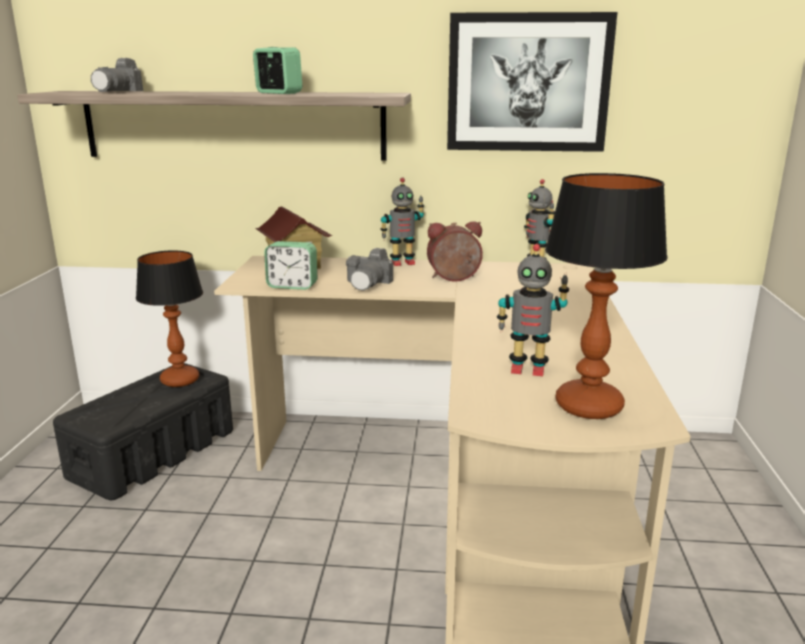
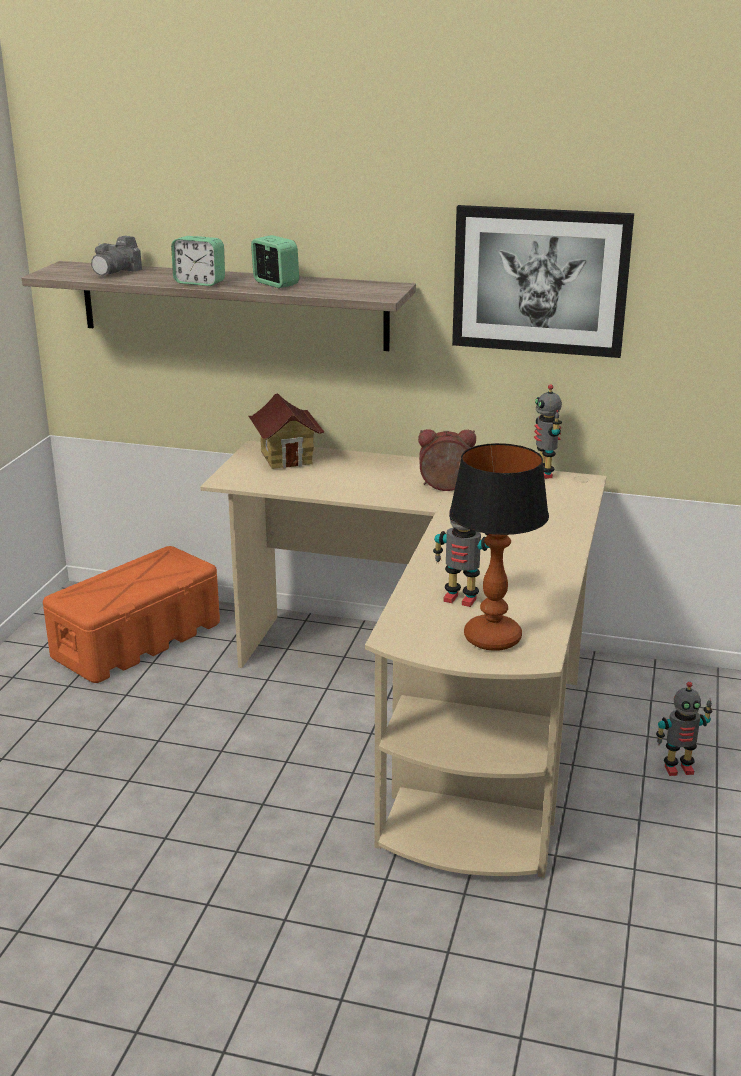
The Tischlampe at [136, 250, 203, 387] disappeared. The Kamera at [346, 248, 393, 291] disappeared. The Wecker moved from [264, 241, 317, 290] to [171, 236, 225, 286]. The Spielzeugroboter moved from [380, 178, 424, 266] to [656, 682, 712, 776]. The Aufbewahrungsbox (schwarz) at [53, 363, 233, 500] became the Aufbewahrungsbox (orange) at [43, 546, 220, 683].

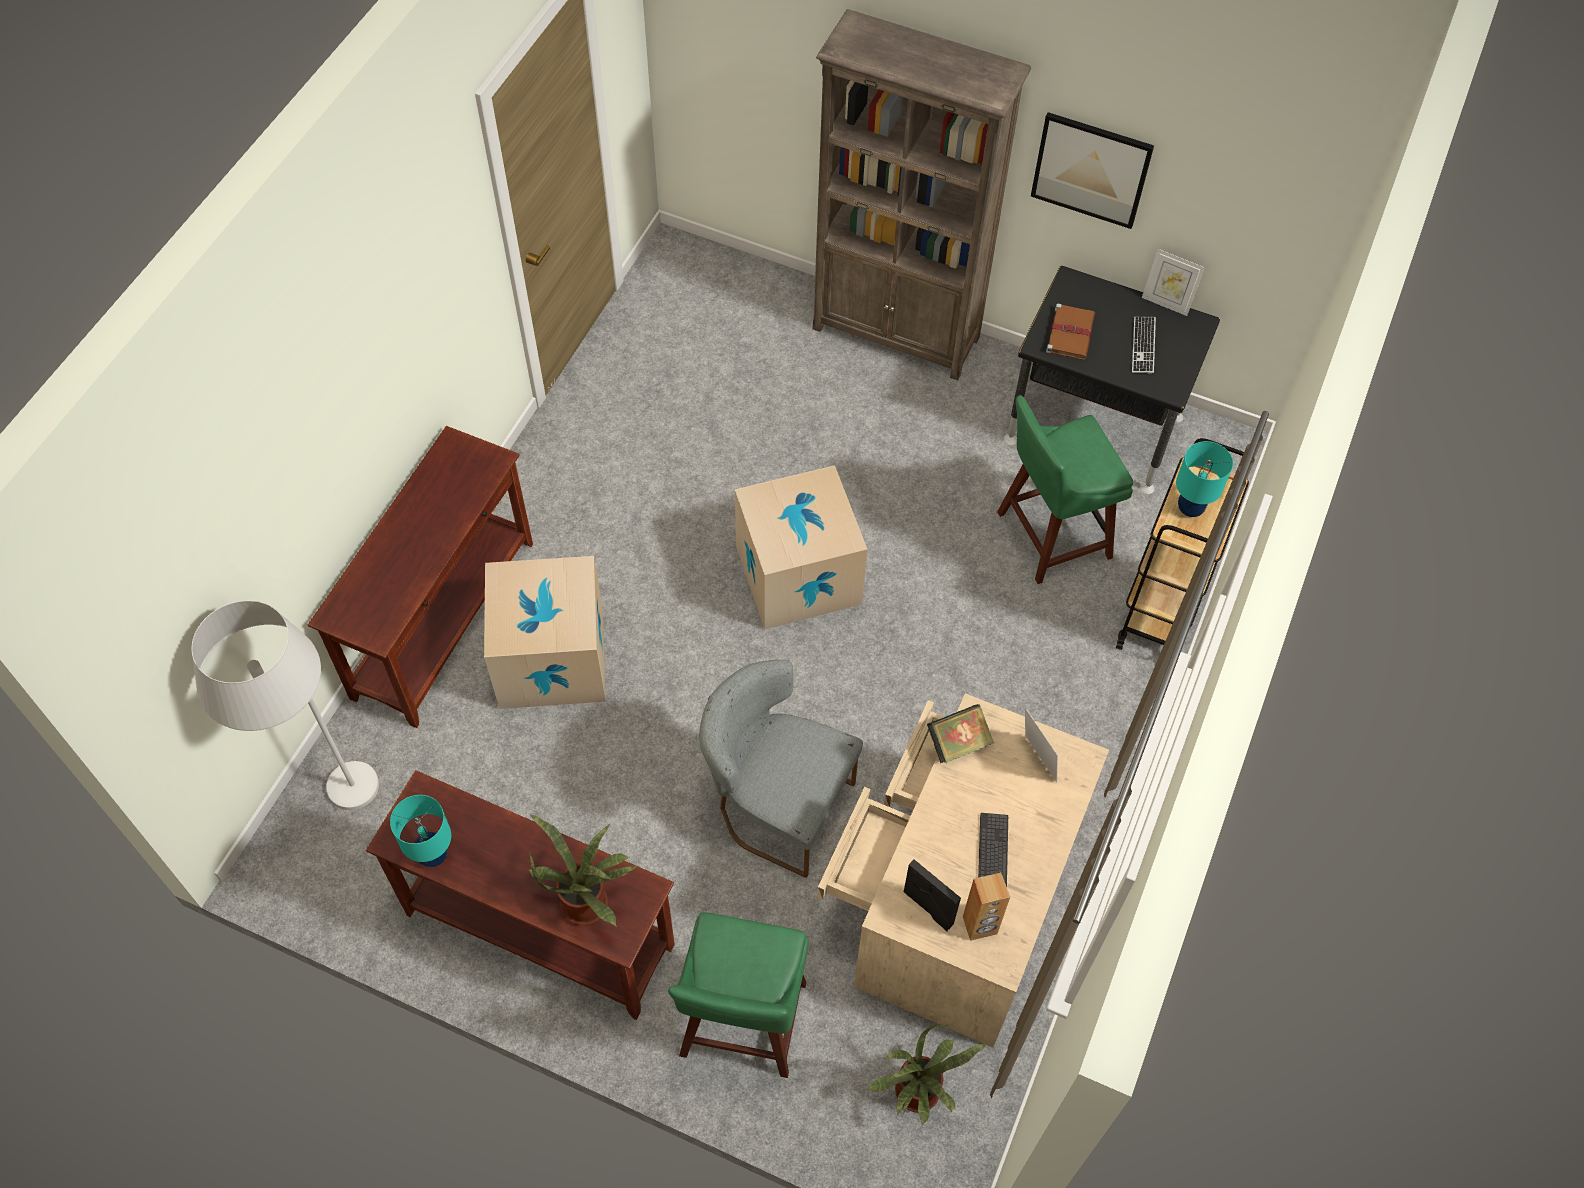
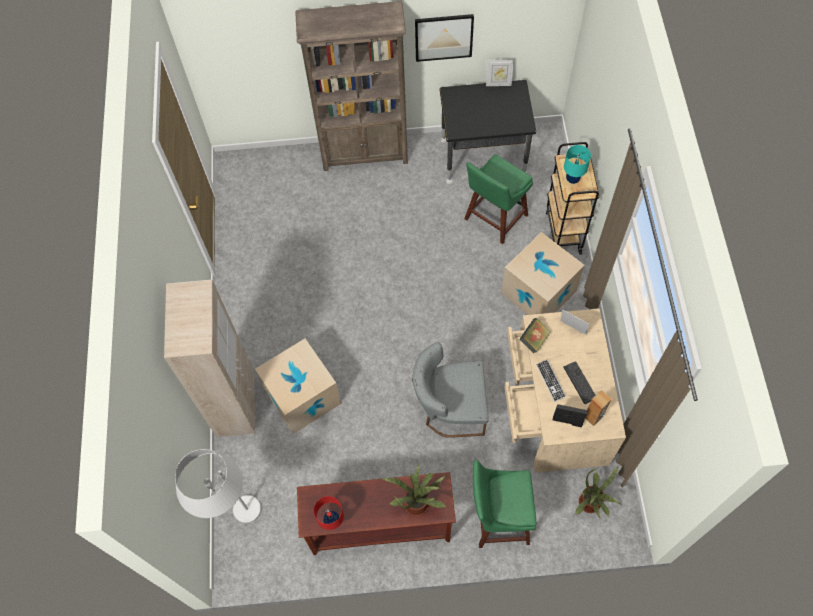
The Buch (braun) at [1046, 304, 1096, 360] disappeared. The Karton moved from [735, 465, 868, 630] to [501, 232, 584, 315]. The Tastatur moved from [1132, 317, 1156, 373] to [536, 359, 566, 402]. The Konsolentisch (braun) at [308, 426, 533, 728] was replaced by the Schrank (beige) at [164, 280, 255, 437]. The Tischlampe (türkis) at [390, 795, 451, 867] became the Tischlampe (rot) at [314, 496, 344, 530]. The Stuhl (grün) at [668, 912, 809, 1078] turned 105 degrees clockwise.

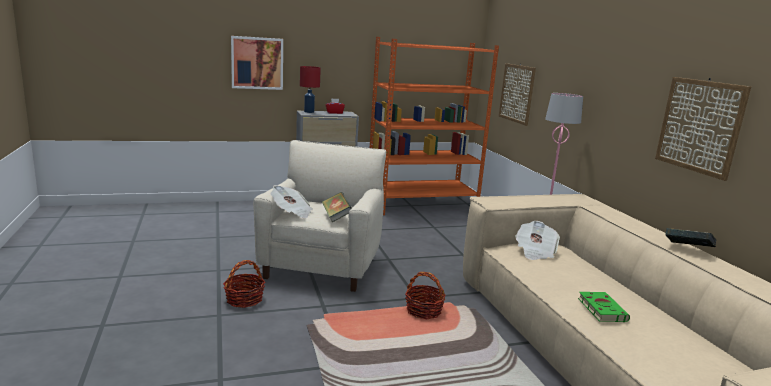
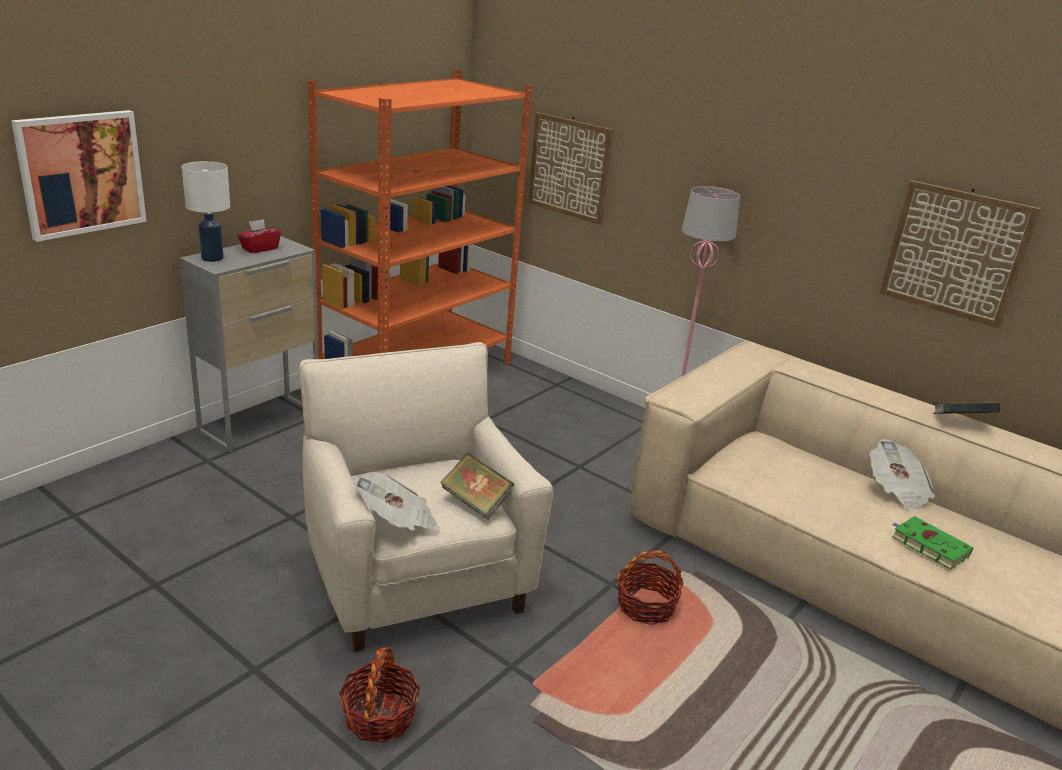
The Zeitung moved from [515, 221, 560, 260] to [869, 439, 935, 511]. The Tischlampe (rot) at [300, 66, 321, 113] became the Tischlampe (weiß) at [182, 161, 230, 262].

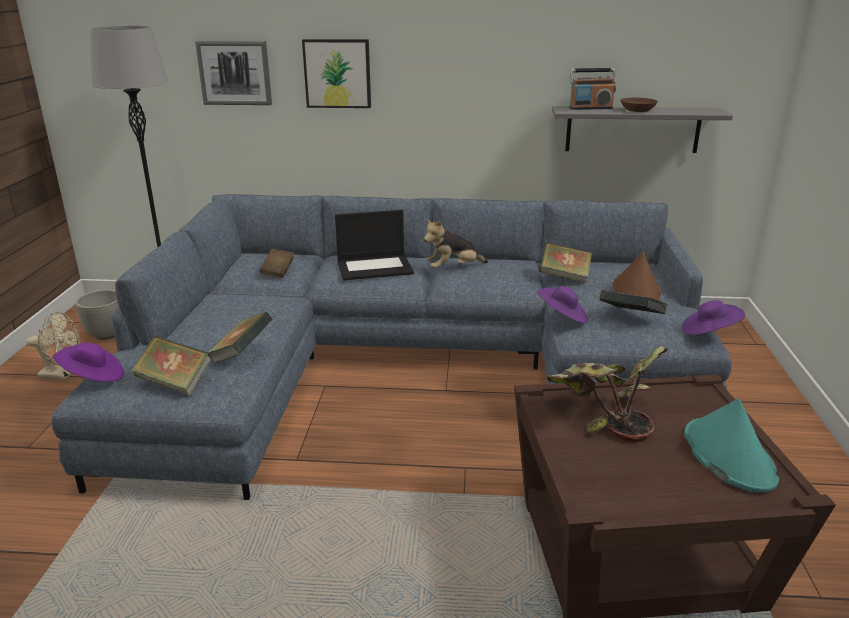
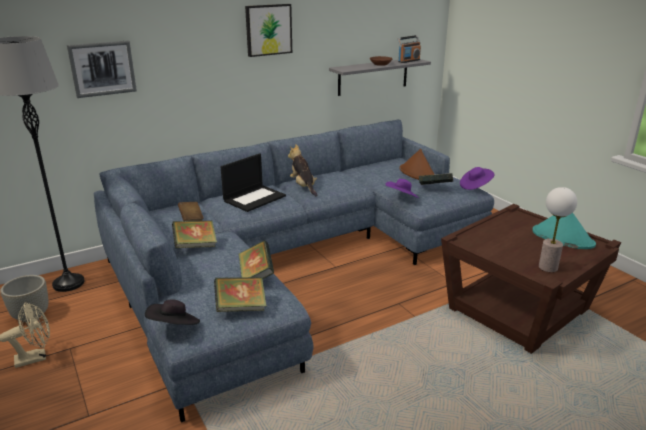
The Topfpflanze at [546, 347, 668, 442] disappeared. The Tischlampe at [539, 187, 577, 272] appeared. The Bild moved from [302, 39, 371, 108] to [245, 4, 292, 57]. The Buch moved from [539, 242, 592, 283] to [172, 220, 217, 248]. The Radio moved from [569, 68, 616, 110] to [397, 35, 421, 63]. The Hut (lila) at [53, 343, 124, 382] became the Hut (schwarz) at [145, 299, 200, 325]. The Plüschtier at [424, 220, 489, 268] turned 120 degrees clockwise.

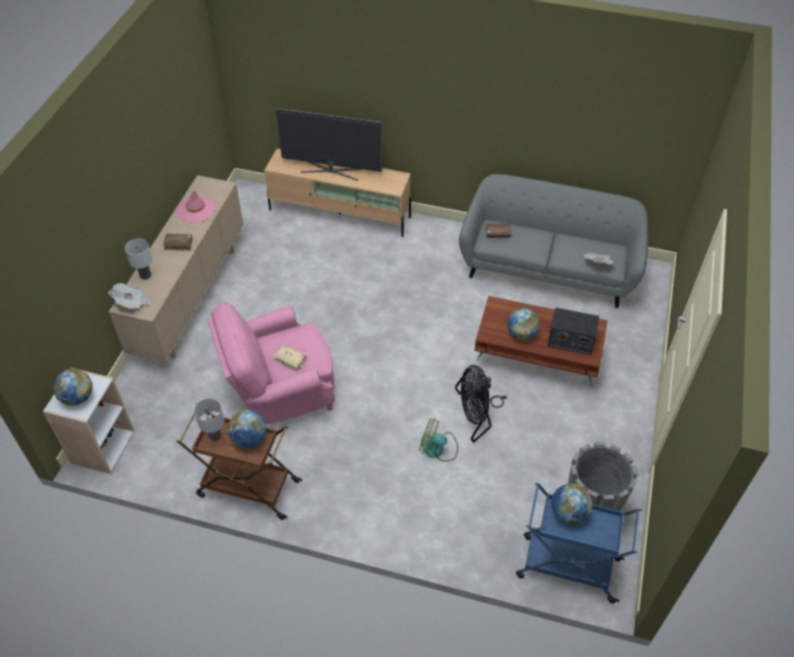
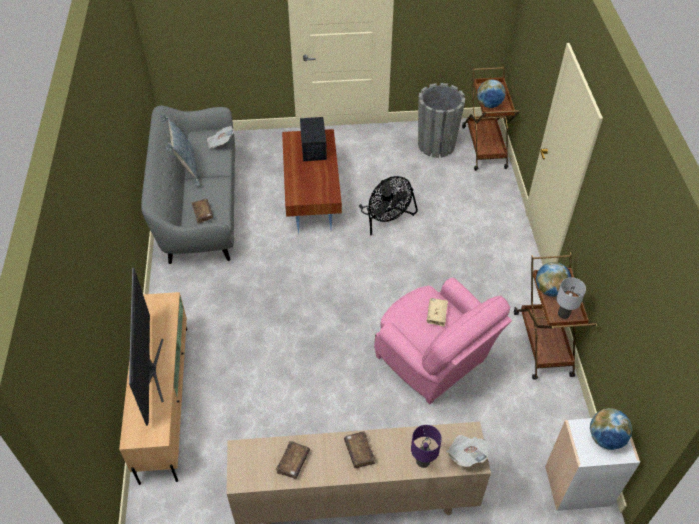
The Ventilator at [419, 417, 458, 461] disappeared. The Globus at [507, 308, 540, 340] disappeared. The Kissen at [161, 113, 200, 186] appeared. The Hut (rosa) at [177, 190, 215, 223] was replaced by the Buch (braun) at [276, 441, 310, 479]. The Tischlampe (weiß) at [125, 238, 152, 280] became the Tischlampe (lila) at [411, 425, 442, 468]. The Rollwagen (blau) at [516, 482, 642, 604] became the Rollwagen (braun) at [462, 65, 521, 171].

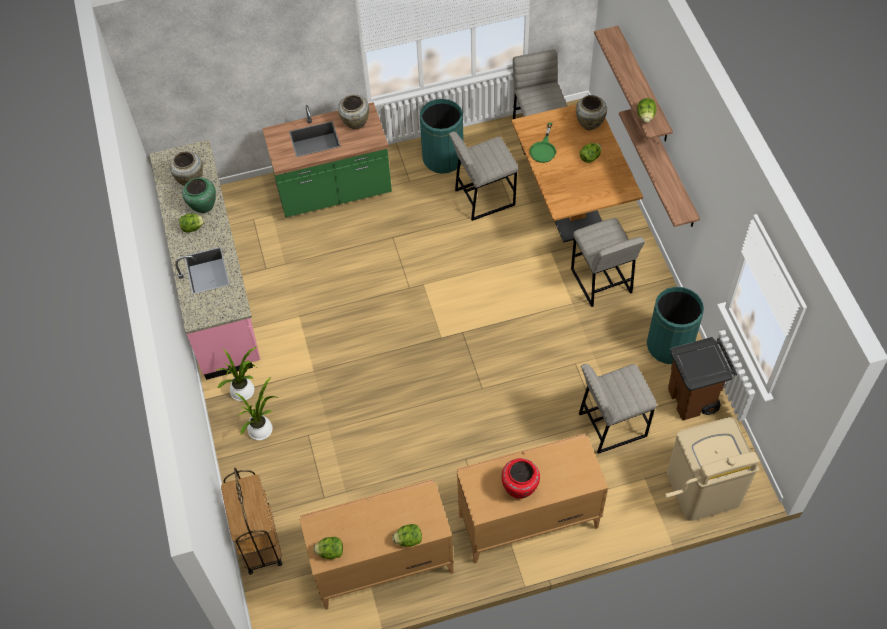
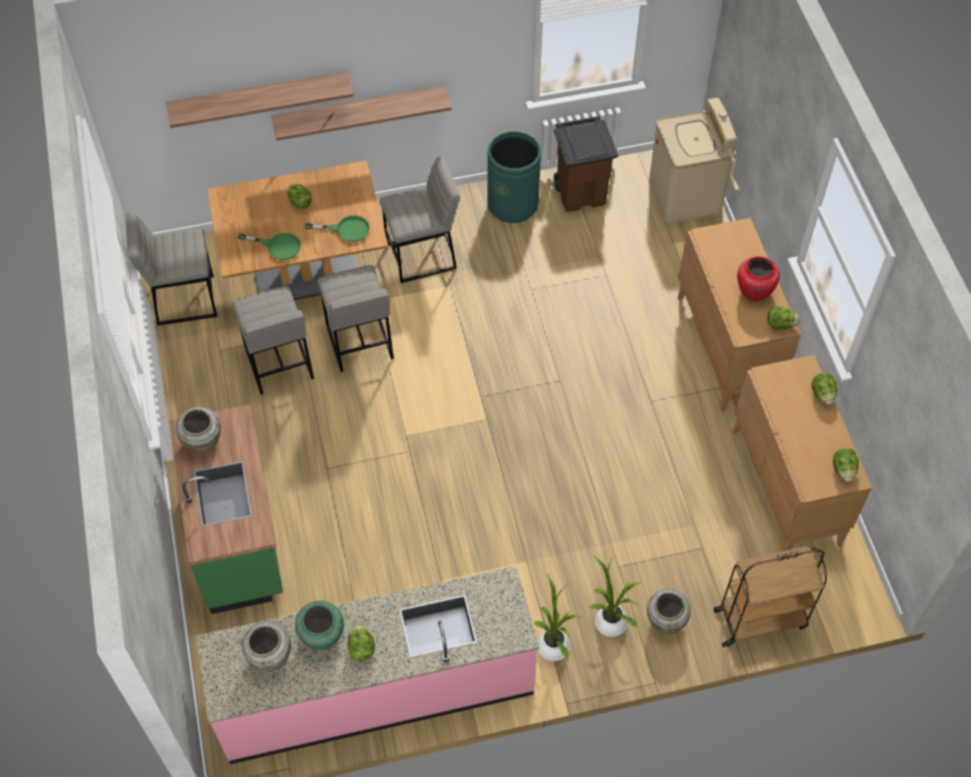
The Mülleimer (grün) at [420, 99, 464, 174] disappeared. The Pfanne (grün) at [304, 215, 370, 242] appeared. The Vase (beige) moved from [576, 95, 607, 130] to [647, 589, 691, 634]. The Stuhl (grau) moved from [579, 364, 657, 454] to [318, 265, 394, 372]. The Salatkopf moved from [637, 98, 657, 123] to [768, 306, 800, 330].

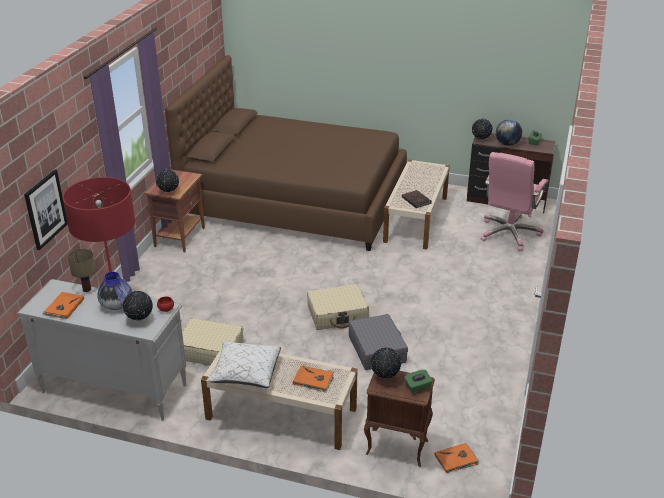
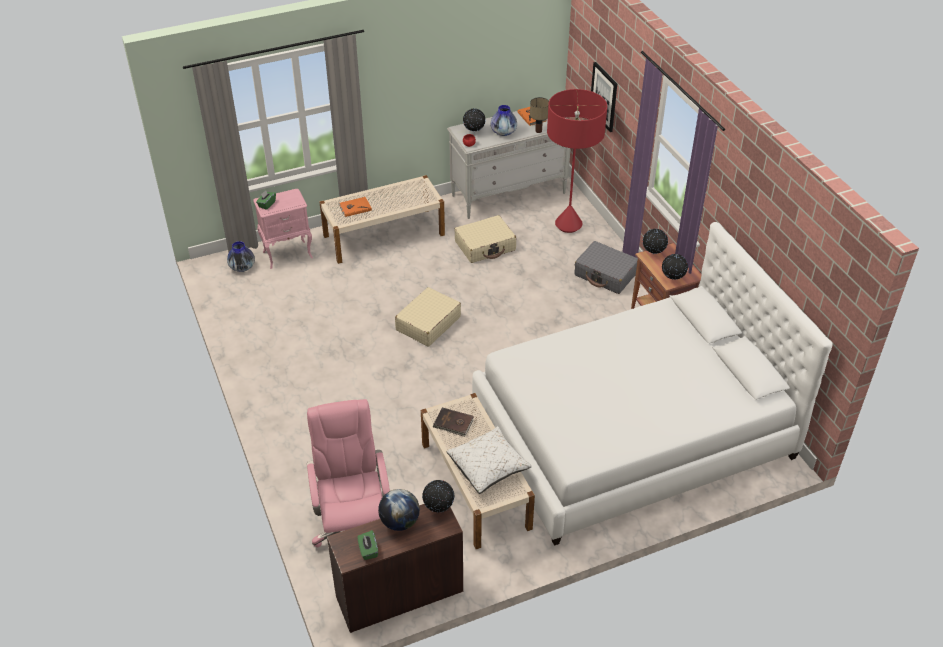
The Kissen (weiß) moved from [208, 341, 281, 388] to [447, 426, 532, 494]. The Koffer (grau) moved from [348, 314, 408, 370] to [574, 241, 638, 294]. The Globus moved from [371, 348, 401, 378] to [662, 254, 688, 280]. The Buch (orange) at [434, 443, 479, 473] was replaced by the Vase at [227, 241, 255, 272]. The Bett (braun) at [165, 55, 407, 251] became the Bett (weiß) at [472, 222, 832, 546]. The Nachttisch (braun) at [364, 371, 435, 467] became the Nachttisch (rosa) at [253, 189, 313, 269].

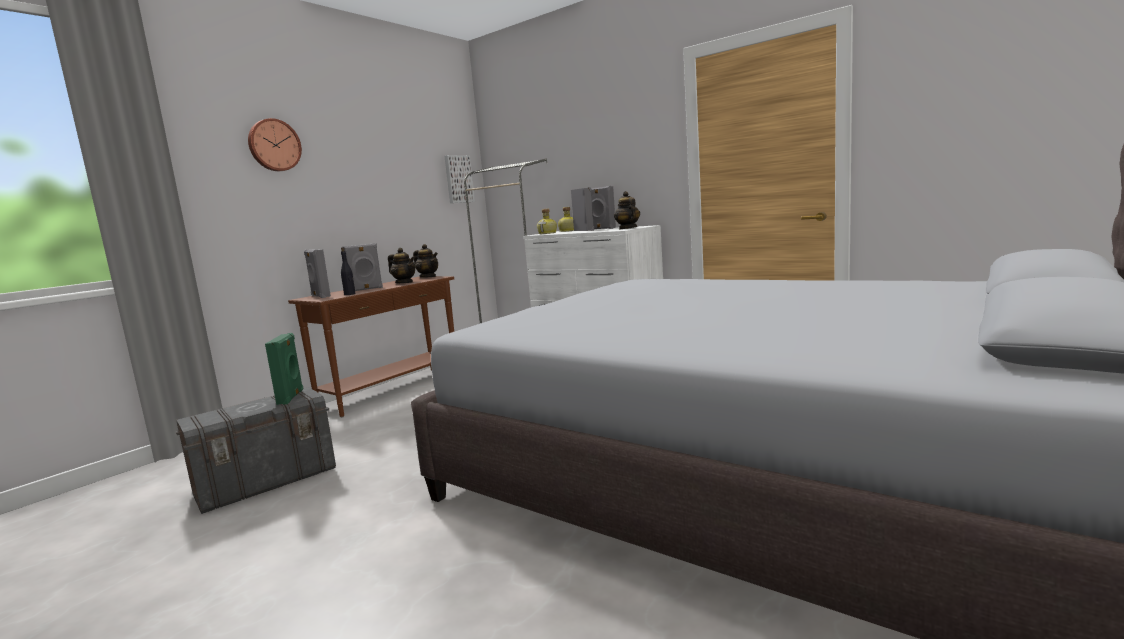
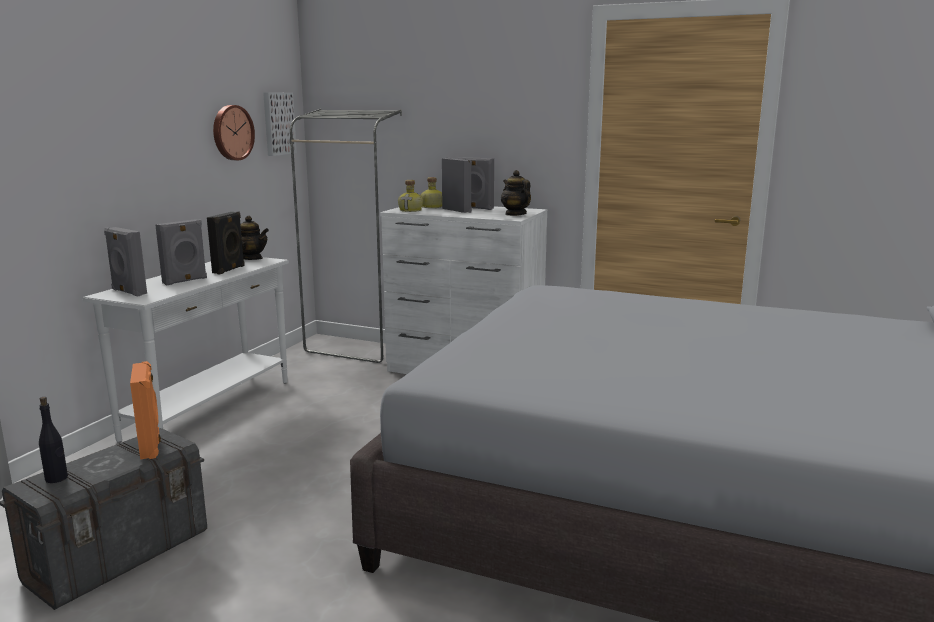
The Wanduhr moved from [248, 118, 302, 171] to [213, 105, 255, 160]. The Flasche (schwarz) moved from [341, 247, 355, 295] to [39, 397, 68, 483]. The Teekanne at [388, 248, 415, 283] was replaced by the Lautsprecher (schwarz) at [207, 211, 245, 274]. The Lautsprecher (grün) at [265, 333, 304, 405] became the Lautsprecher (orange) at [130, 361, 161, 460]. The Konsolentisch (braun) at [288, 276, 454, 418] became the Konsolentisch (weiß) at [83, 257, 289, 443].

